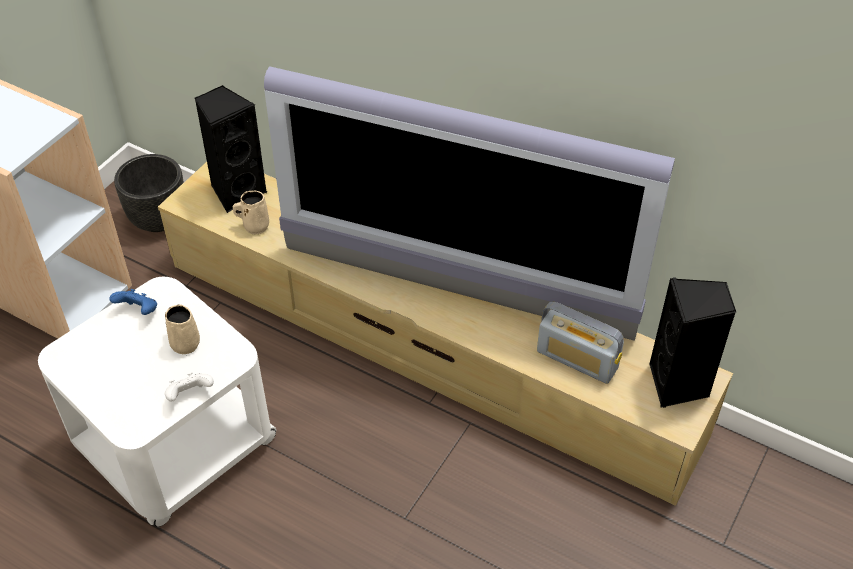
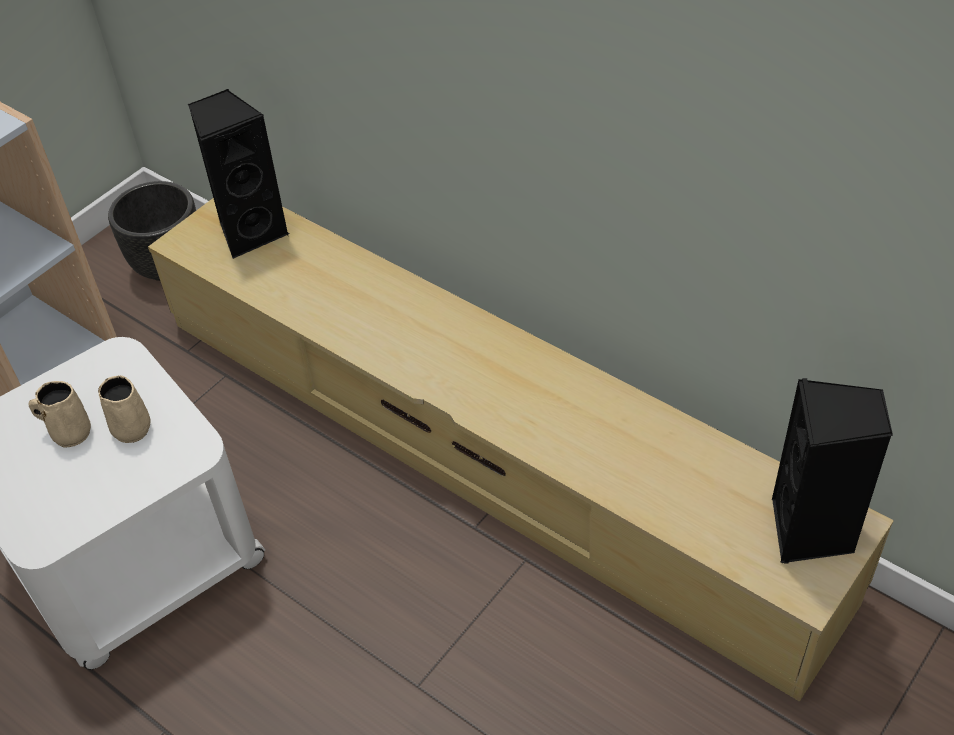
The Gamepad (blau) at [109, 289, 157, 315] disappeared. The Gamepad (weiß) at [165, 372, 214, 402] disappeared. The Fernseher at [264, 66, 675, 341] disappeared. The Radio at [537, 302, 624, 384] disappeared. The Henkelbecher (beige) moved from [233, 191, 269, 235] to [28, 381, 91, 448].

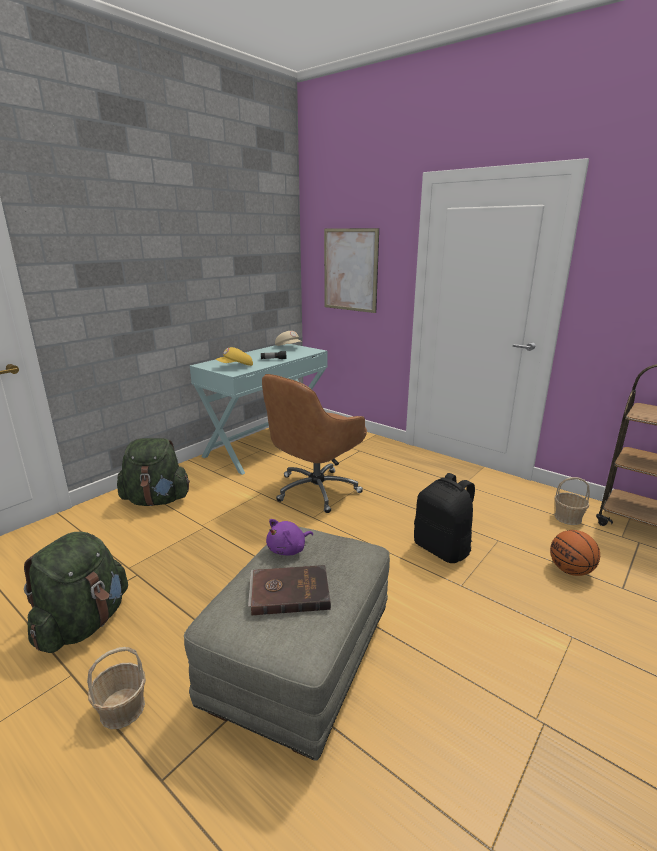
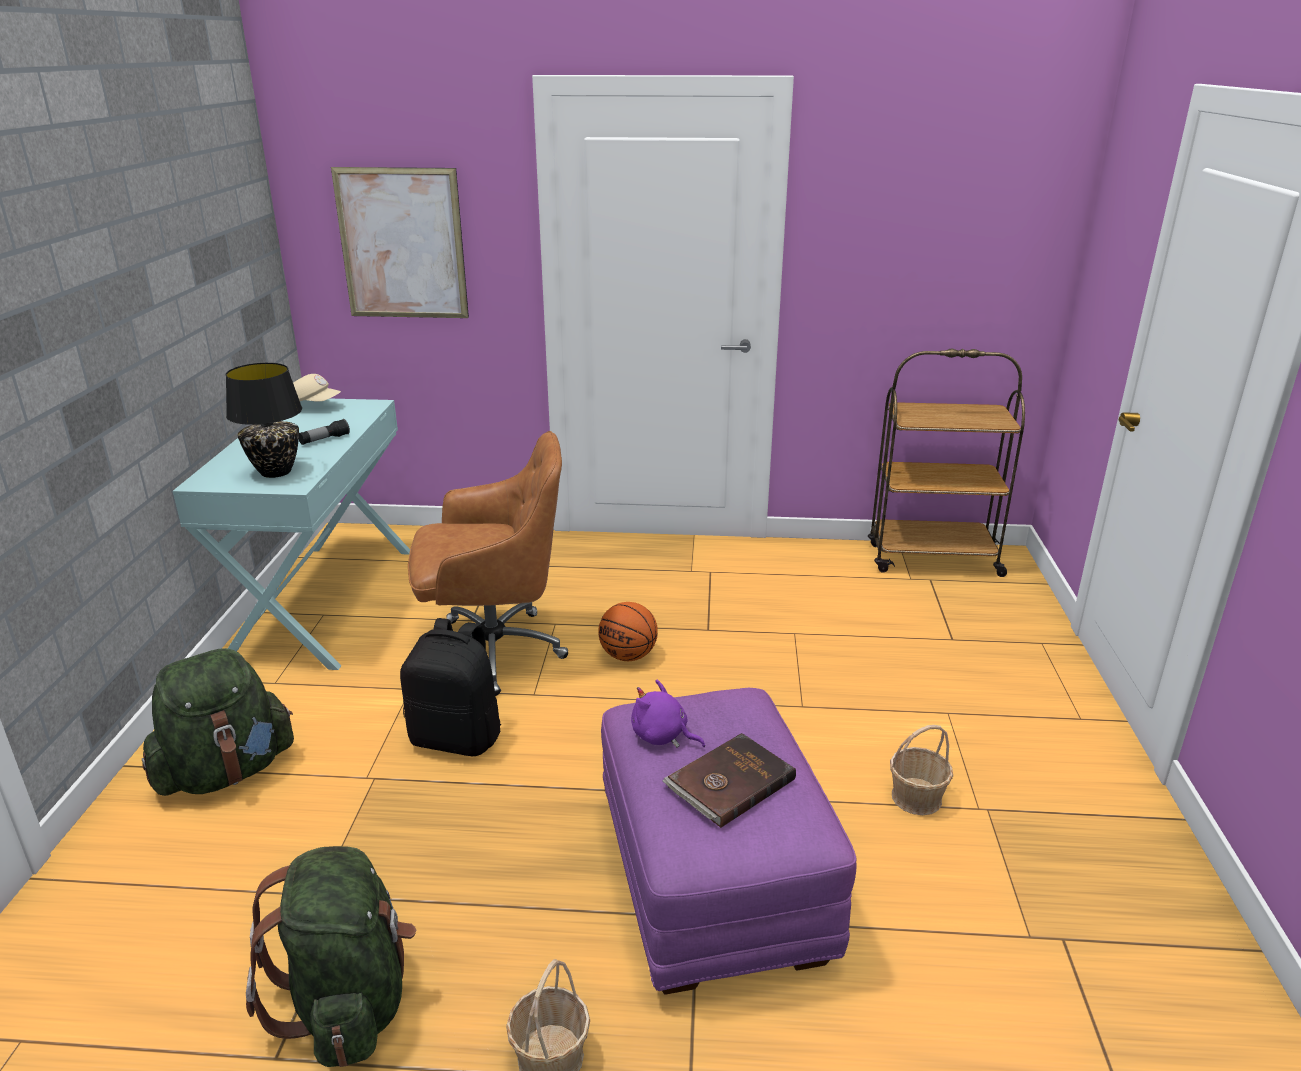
The Rucksack (schwarz) moved from [414, 473, 475, 563] to [400, 618, 501, 756]. The Basketball moved from [550, 530, 600, 576] to [598, 602, 658, 661]. The Korb moved from [554, 477, 590, 525] to [890, 725, 953, 815]. The Kappe (gelb) at [216, 347, 253, 366] was replaced by the Tischlampe (schwarz) at [226, 363, 302, 478]. The Polsterhocker (grau) at [184, 527, 390, 761] became the Polsterhocker (lila) at [601, 688, 857, 995]. The Bürostuhl (braun) at [262, 374, 367, 513] turned 105 degrees counterclockwise. The Plüschtier (lila) at [266, 519, 313, 555] turned 105 degrees clockwise.

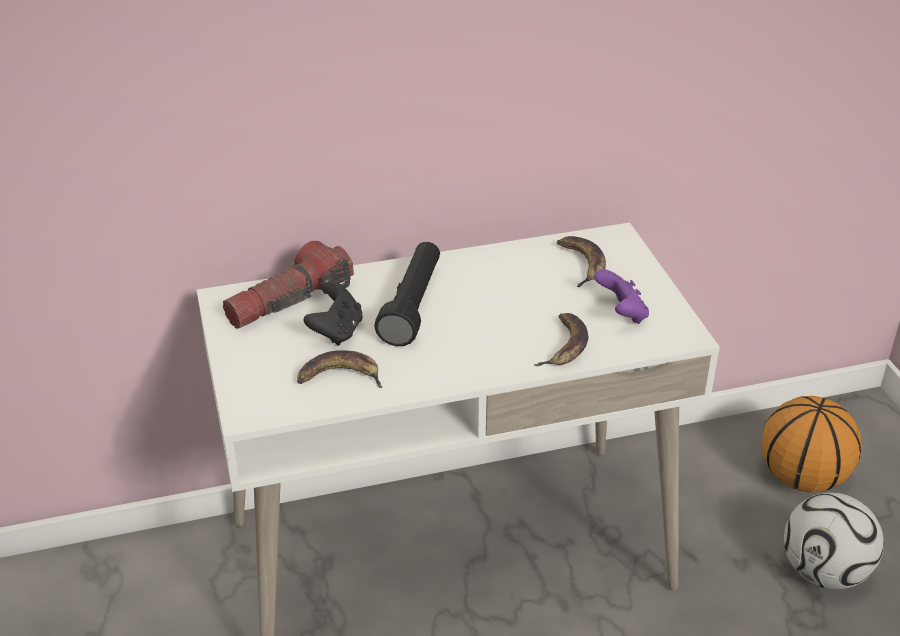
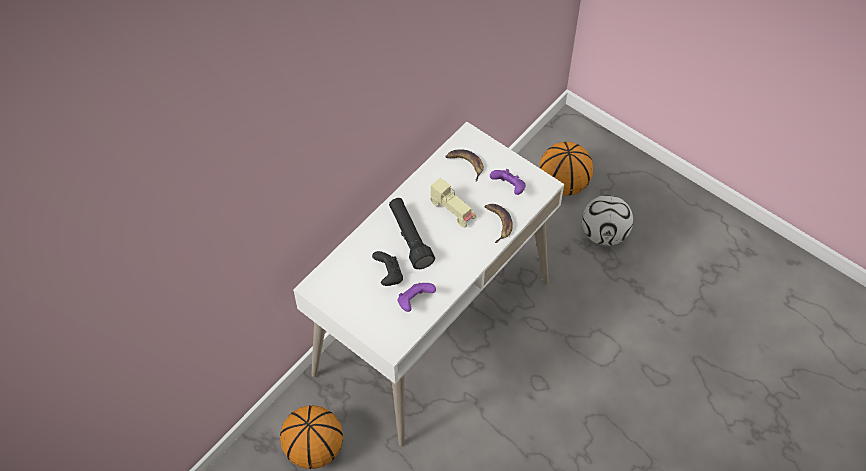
The Taschenlampe at [223, 241, 354, 329] disappeared. The Basketball at [280, 405, 343, 469] appeared. The Spielzeugauto (beige) at [430, 178, 476, 228] appeared. The Banane at [297, 350, 383, 388] was replaced by the Gamepad (lila) at [398, 283, 436, 312].

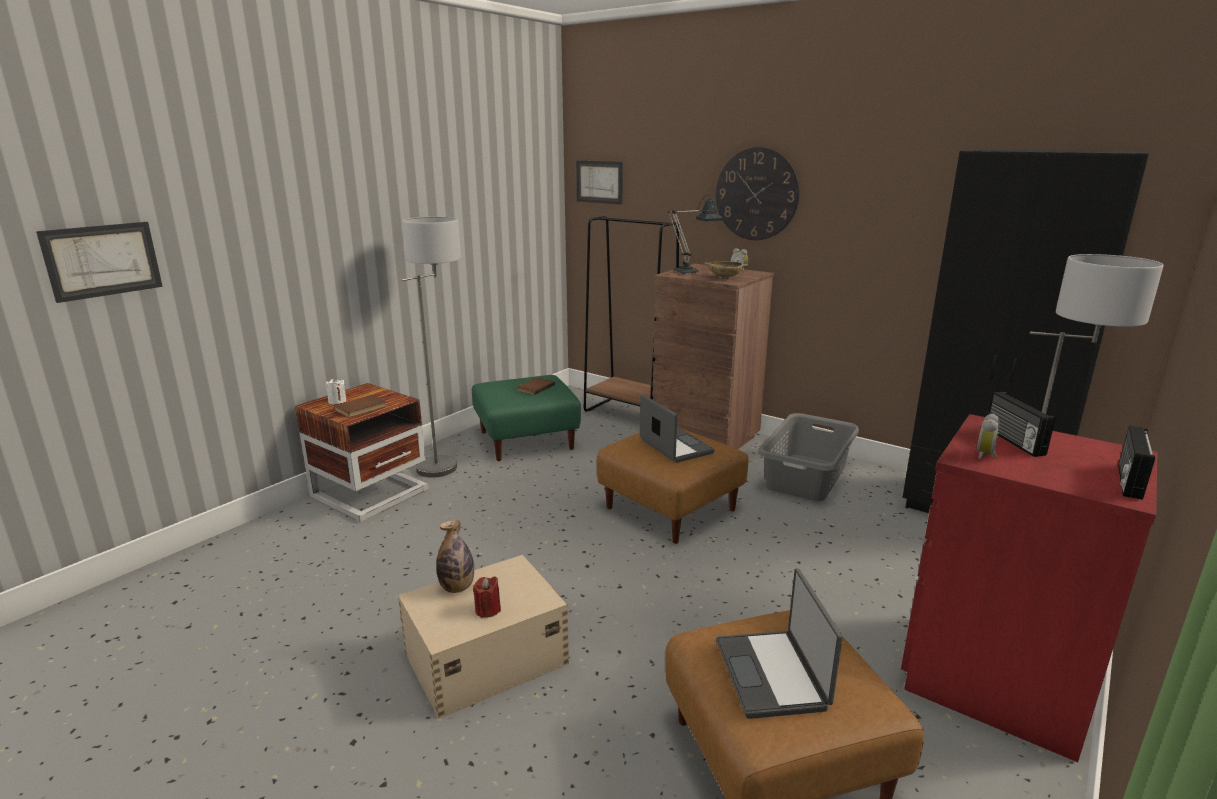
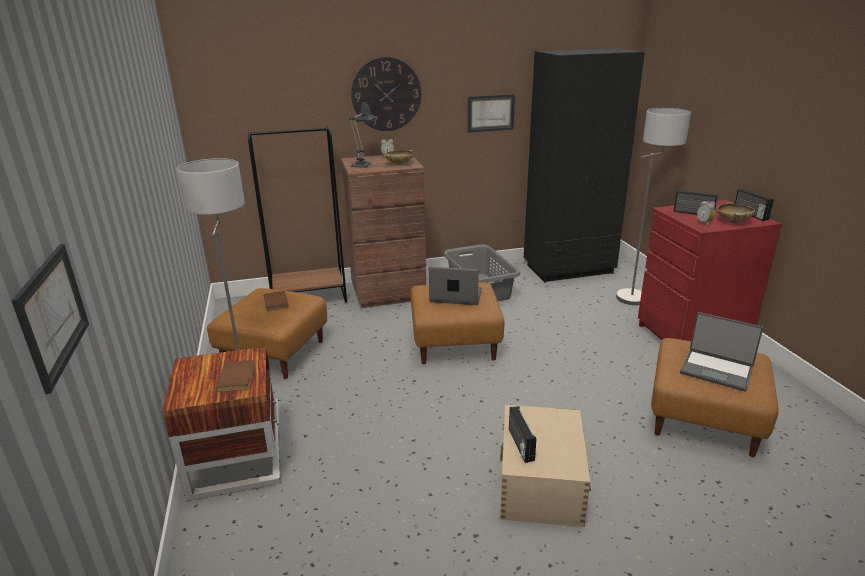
The Kerze (weiß) at [326, 378, 346, 405] disappeared. The Kerze (rot) at [473, 576, 501, 618] disappeared. The Schüssel (beige) at [717, 202, 755, 223] appeared. The Bild moved from [576, 161, 623, 205] to [468, 94, 515, 133]. The Flasche at [436, 520, 474, 593] was replaced by the Radio at [509, 406, 536, 463]. The Polsterhocker (grün) at [472, 375, 581, 461] became the Polsterhocker (braun) at [207, 288, 327, 379].

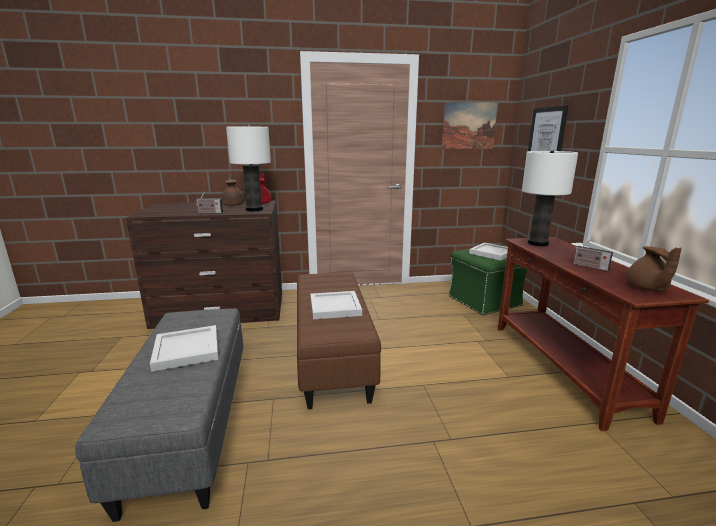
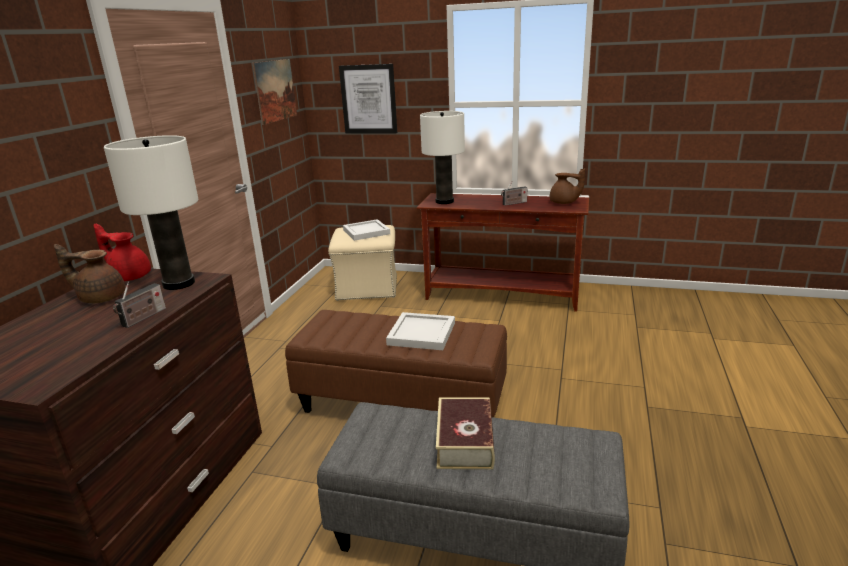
The Tablett (weiß) at [150, 325, 218, 372] was replaced by the Buch at [436, 397, 495, 469]. The Polsterhocker (grün) at [449, 248, 528, 315] became the Polsterhocker (beige) at [328, 225, 397, 301].

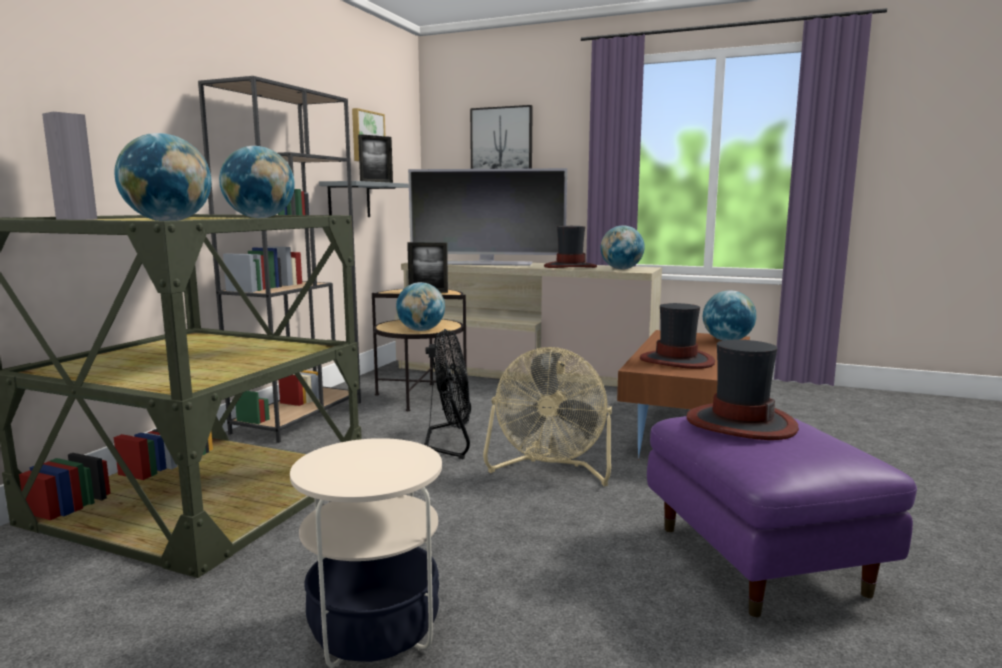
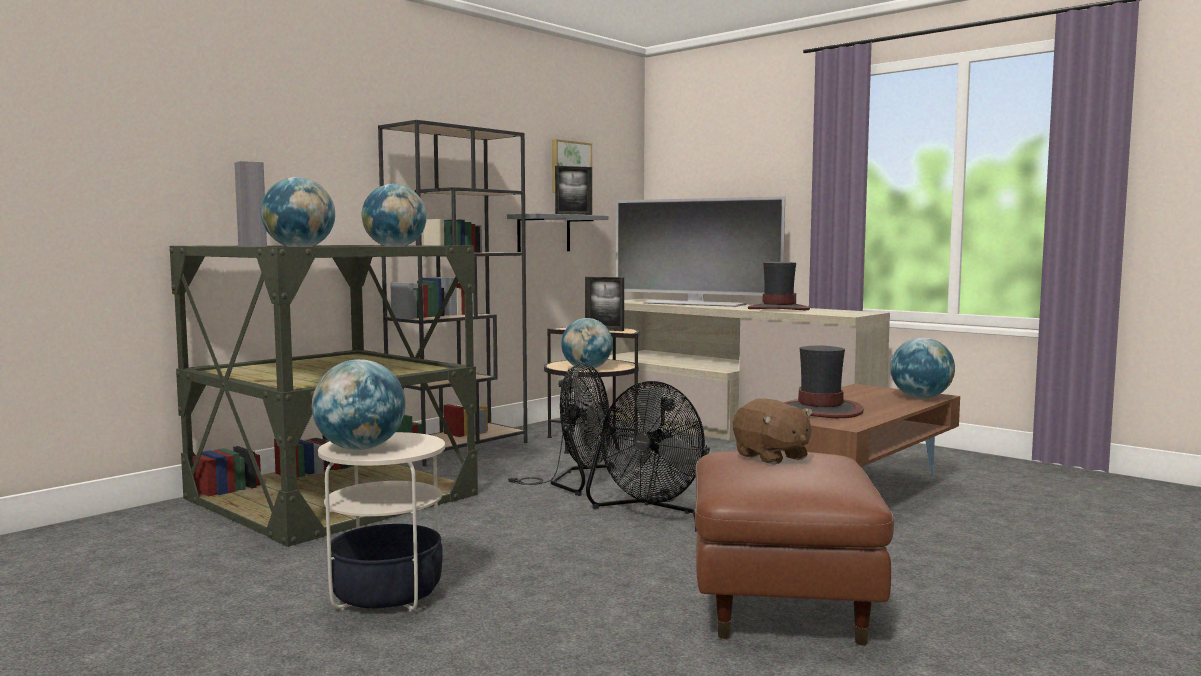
The Bild at [470, 105, 533, 169] disappeared. The Globus moved from [600, 225, 645, 269] to [312, 359, 405, 450]. The Hut at [686, 340, 799, 440] was replaced by the Plüschtier (braun) at [733, 398, 813, 464]. The Ventilator (beige) at [483, 347, 612, 486] became the Ventilator (schwarz) at [586, 381, 710, 532]. The Polsterhocker (lila) at [647, 416, 917, 618] became the Polsterhocker (braun) at [695, 451, 894, 646].

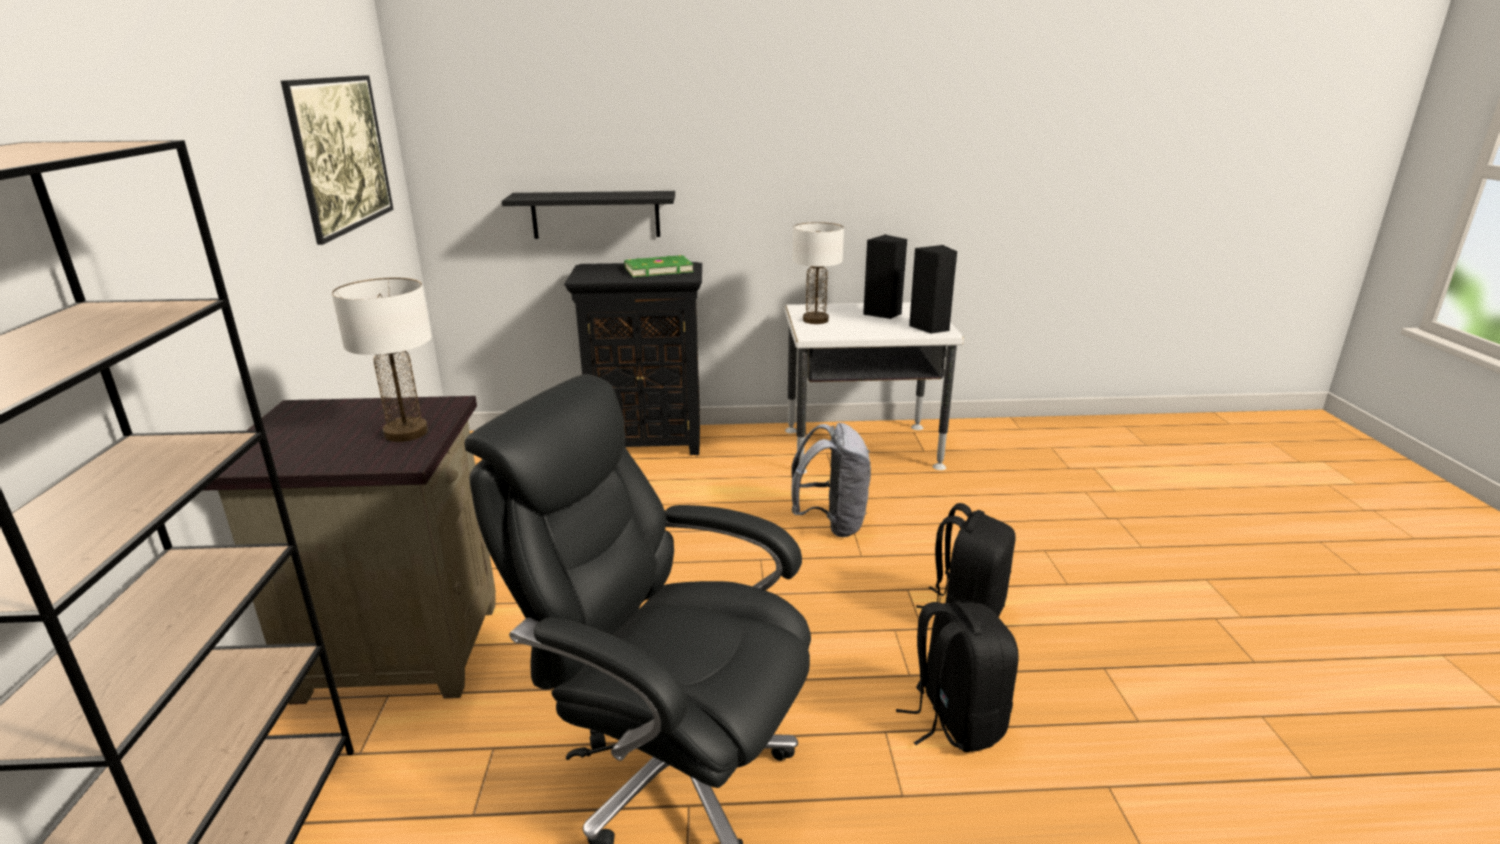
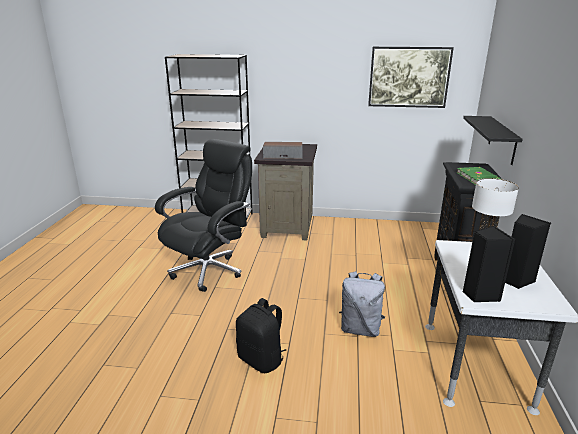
The Rucksack (schwarz) at [896, 602, 1019, 752] disappeared. The Tischlampe at [332, 278, 431, 442] was replaced by the Lautsprecher at [263, 142, 303, 159].

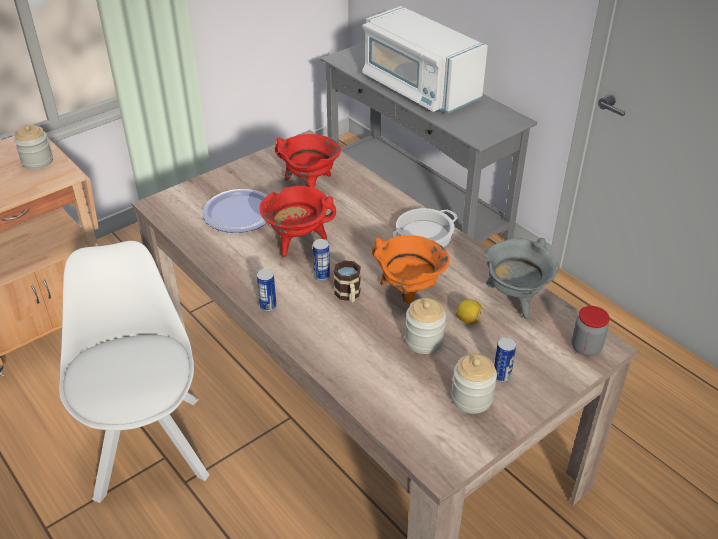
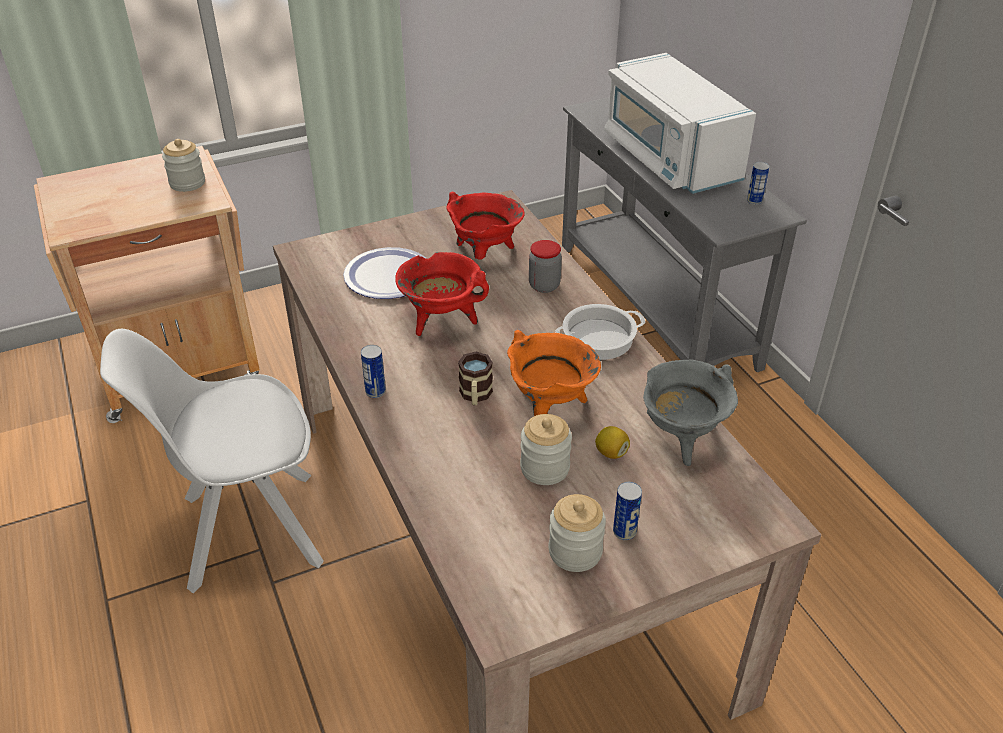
The Dose moved from [313, 239, 330, 281] to [747, 162, 769, 205]. The Vorratsglas moved from [571, 306, 610, 356] to [529, 240, 562, 293]. The Stuhl (weiß) at [59, 241, 210, 503] turned 105 degrees counterclockwise.

